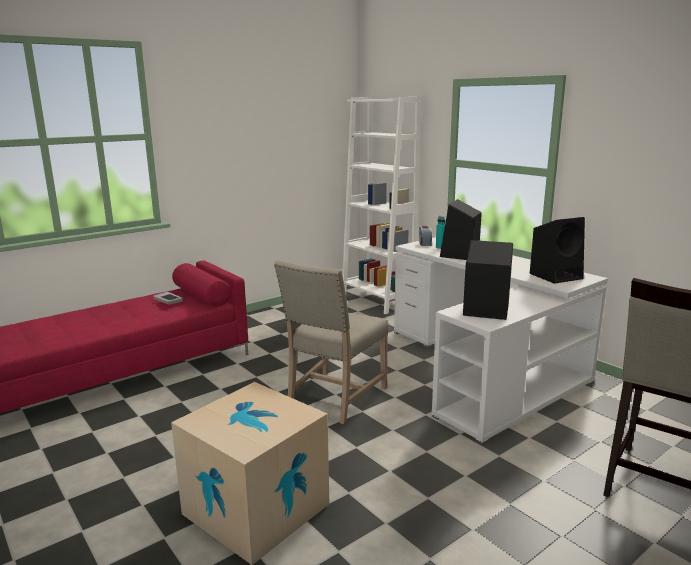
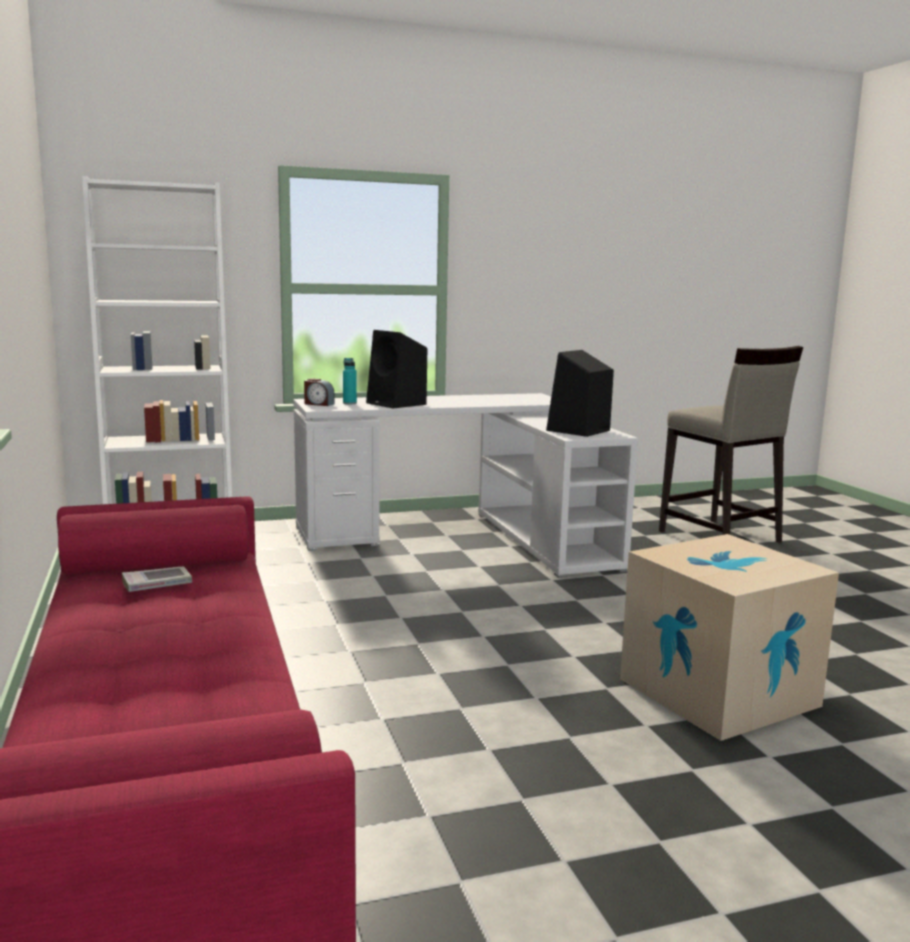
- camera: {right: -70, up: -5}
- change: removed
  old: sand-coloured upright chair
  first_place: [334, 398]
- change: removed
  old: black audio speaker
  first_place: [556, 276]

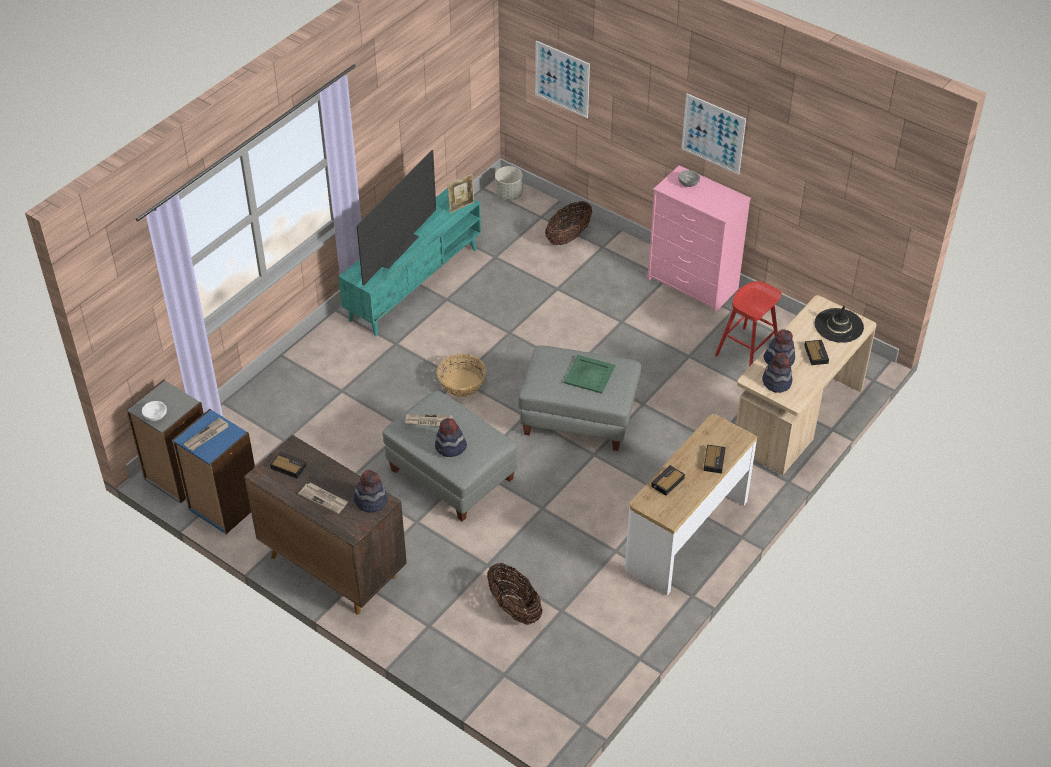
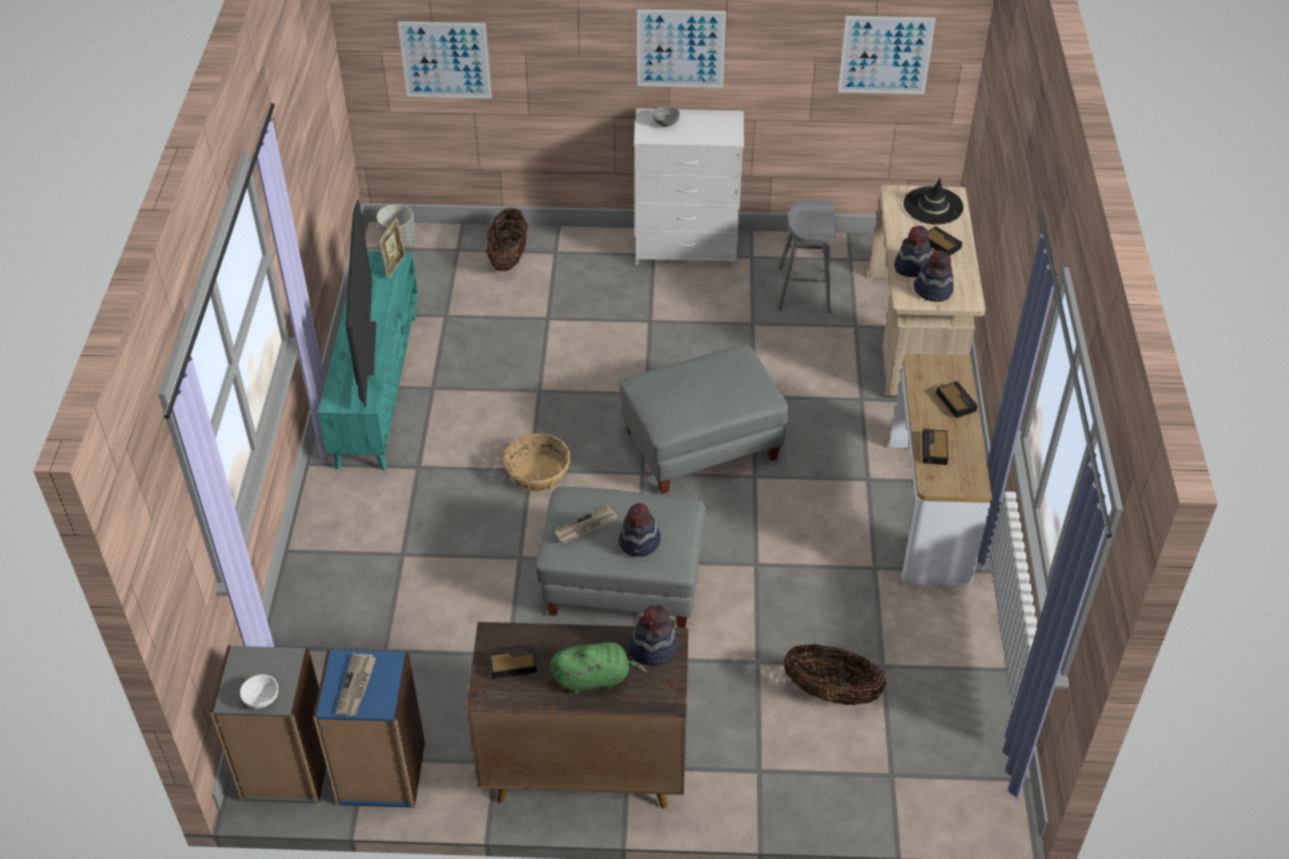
- camera: {right: -35, up: 0}
- change: removed
  old: greenish tray
  first_place: [590, 374]
- change: added
  new: wall art
  second_place: [885, 55]
- change: replaced
  old: printed paper
  new: greenish plush toy
  first_place: [324, 499]
  second_place: [594, 678]
- change: recoloured
  old: pink-coloured dresser
  new: white dresser
  first_place: [693, 284]
  second_place: [687, 248]
- change: recoloured
  old: reddish stool
  new: grey stool
  first_place: [747, 351]
  second_place: [804, 290]

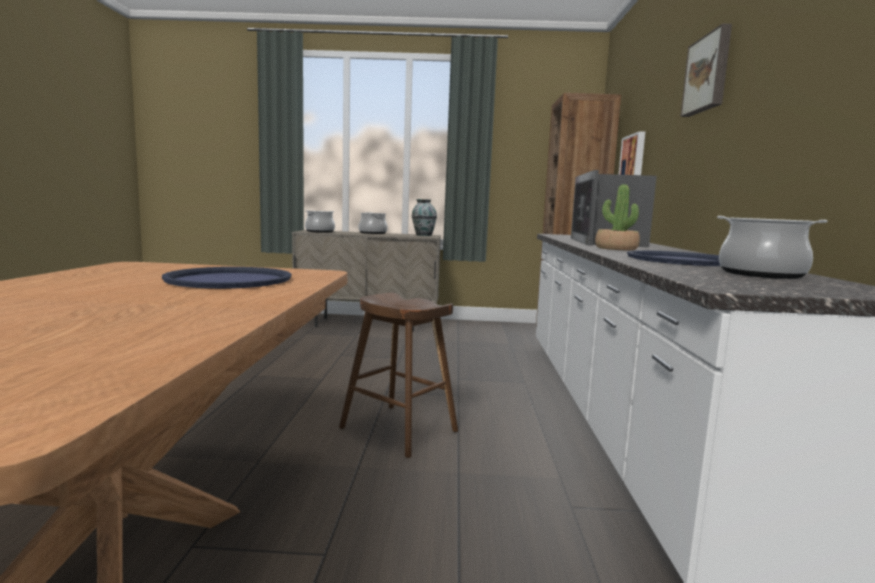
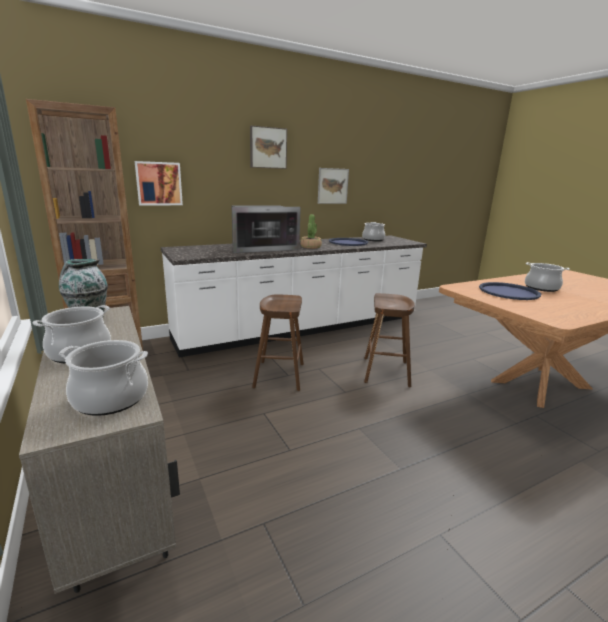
- camera: {right: -120, up: 10}
- change: added
  new: brownish stool
  second_place: [279, 375]
- change: added
  new: wall art
  second_place: [332, 186]
- change: added
  new: cooking pot
  second_place: [541, 288]

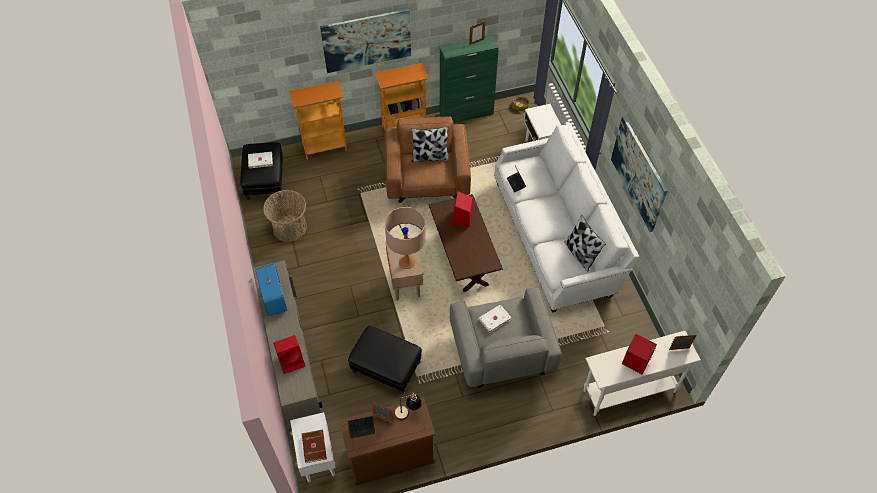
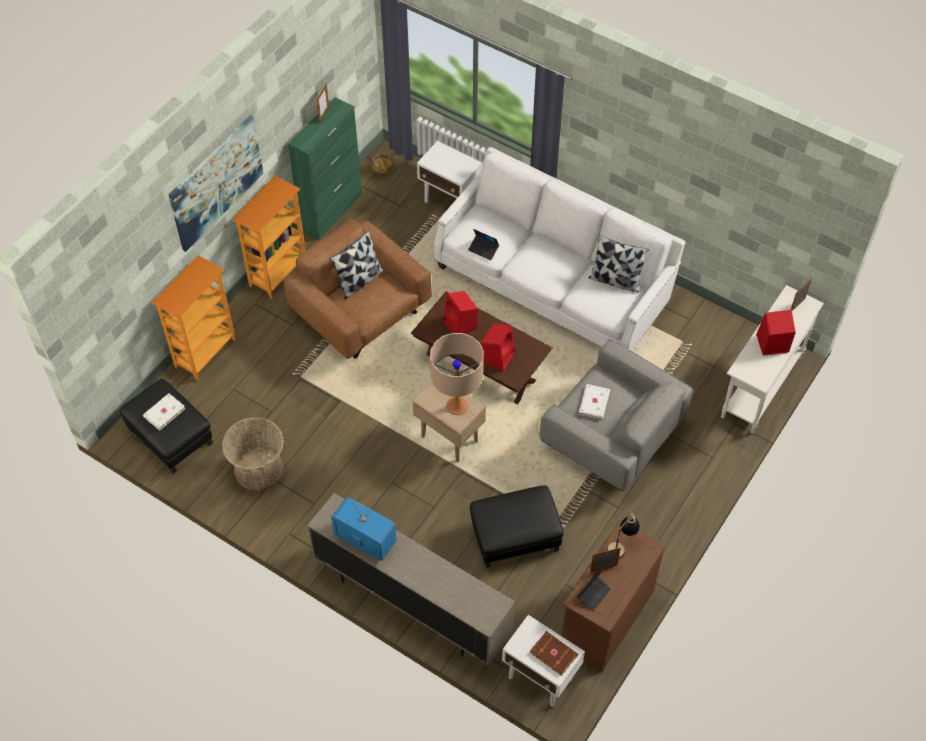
- camera: {right: -40, up: 0}
- change: removed
  old: wall art
  first_place: [638, 173]
- change: moved
  old: reddish audio speaker
  first_place: [292, 360]
  second_place: [498, 356]

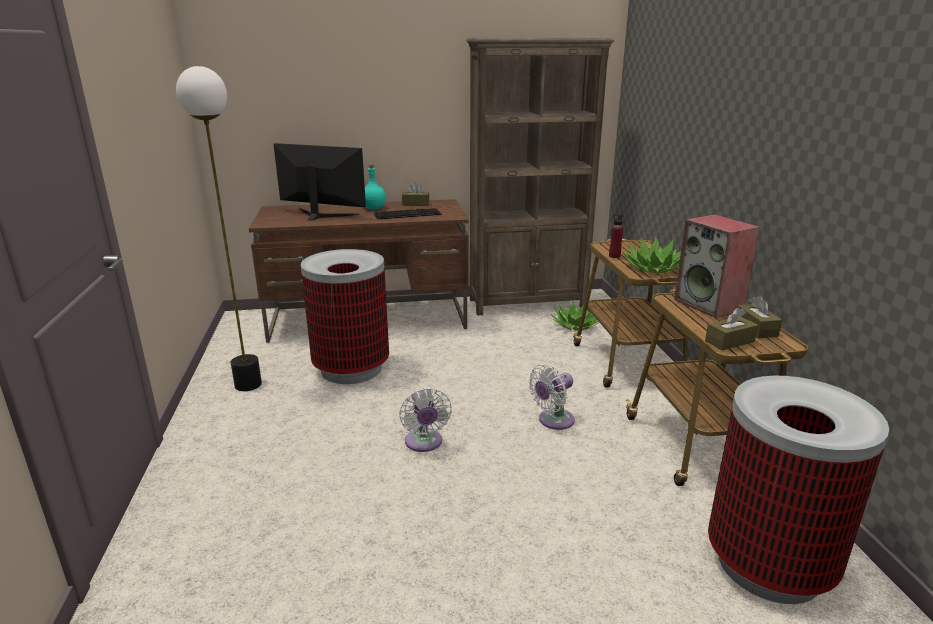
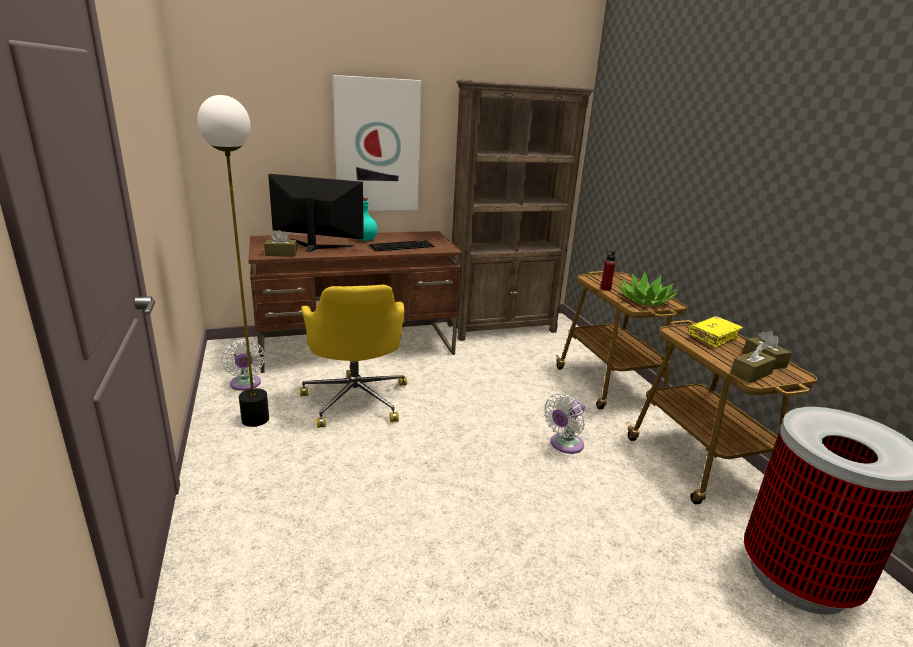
- camera: {right: -10, up: 0}
- change: removed
  old: plant in a pot
  first_place: [575, 325]
- change: added
  new: wall art
  second_place: [377, 146]
- change: moved
  old: white fan
  first_place: [424, 443]
  second_place: [245, 384]
- change: moved
  old: brownish tissue holder
  first_place: [415, 204]
  second_place: [281, 254]
- change: replaced
  old: waste bin
  new: yellow office chair
  first_place: [351, 369]
  second_place: [356, 399]
- change: replaced
  old: audio speaker
  new: yellow bound book
  first_place: [709, 305]
  second_place: [713, 337]

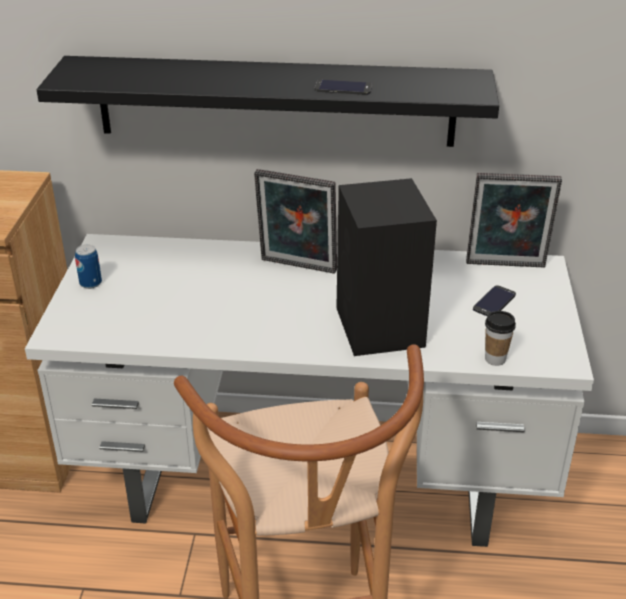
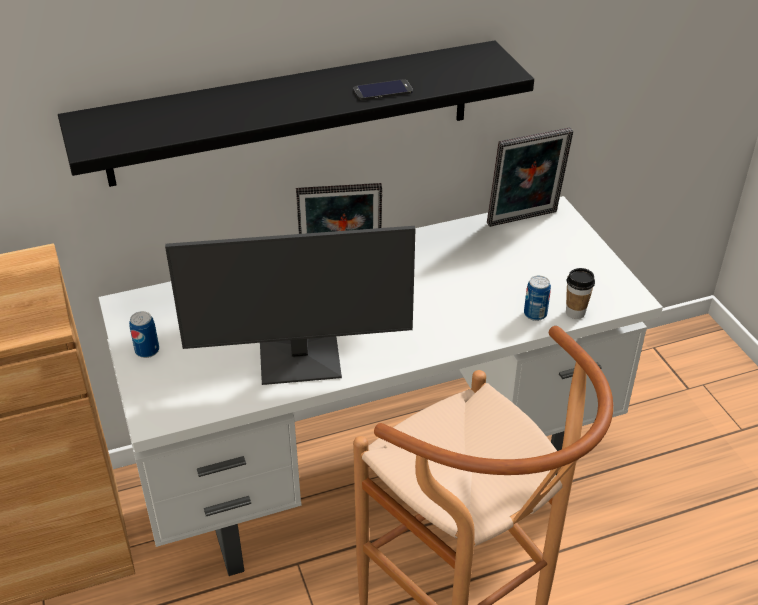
- camera: {right: -25, up: 5}
- change: removed
  old: black audio speaker
  first_place: [380, 328]
- change: removed
  old: handset
  first_place: [494, 302]
- change: added
  new: monitor
  second_place: [300, 361]
- change: added
  new: sealed can
  second_place: [535, 314]

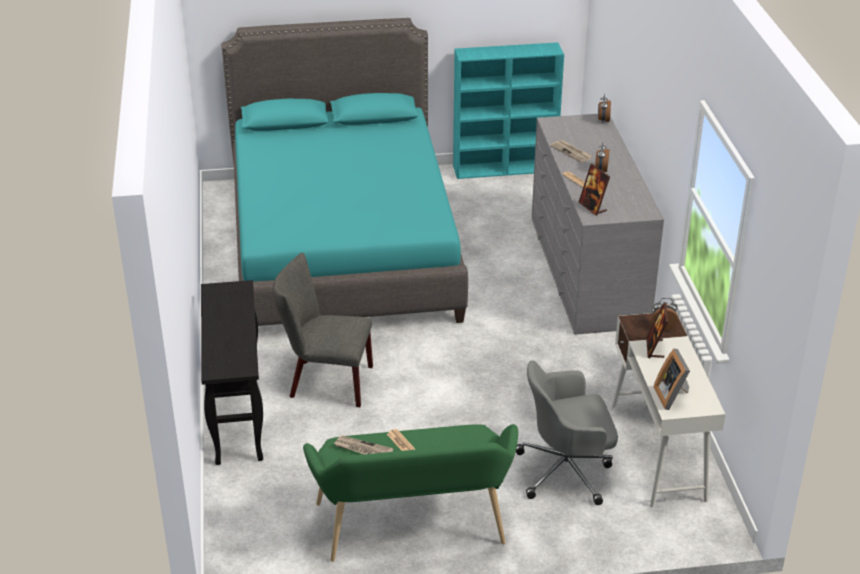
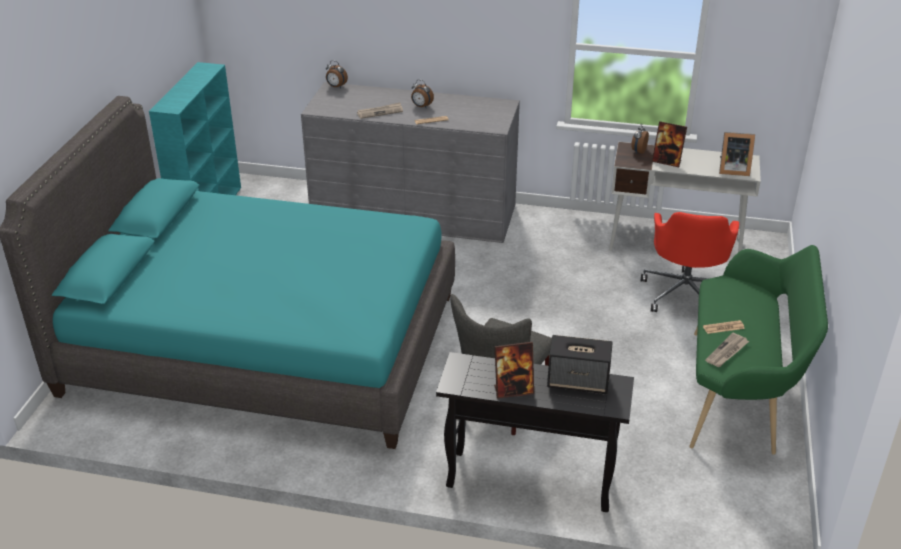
- camera: {right: -70, up: 0}
- change: added
  new: audio speaker
  second_place: [578, 382]
- change: moved
  old: standing frame
  first_place: [592, 207]
  second_place: [513, 390]
- change: recoloured
  old: grey office chair
  new: reddish office chair
  first_place: [566, 471]
  second_place: [685, 293]

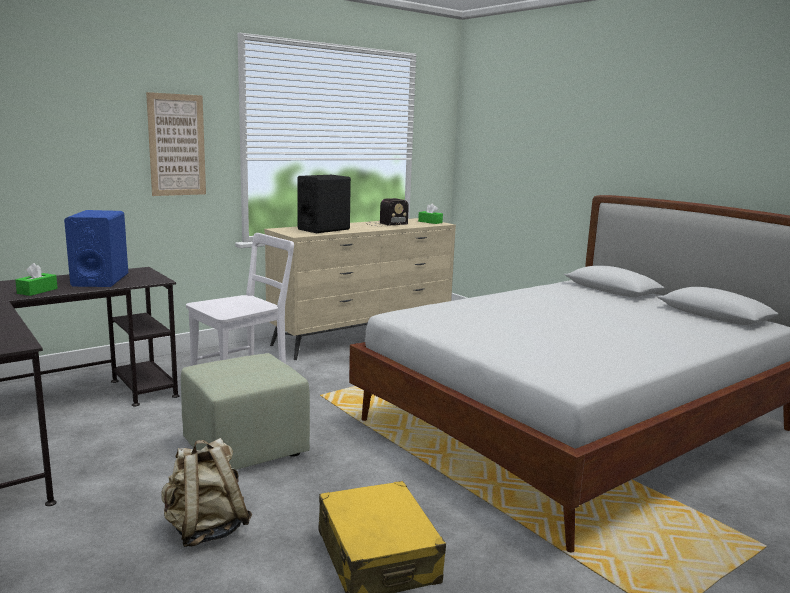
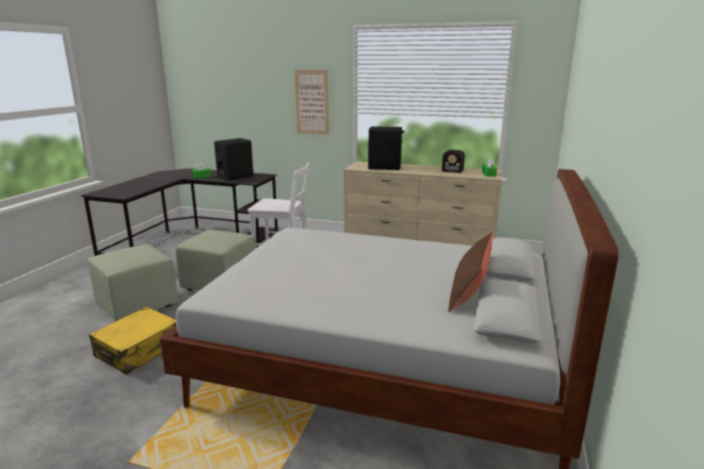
- camera: {right: 55, up: 5}
- change: added
  new: brownish cushion
  second_place: [470, 291]
- change: replaced
  old: sand-coloured rucksack
  new: greenish footrest
  first_place: [205, 530]
  second_place: [136, 305]
- change: recoloured
  old: blue audio speaker
  new: black audio speaker
  first_place: [100, 280]
  second_place: [235, 177]

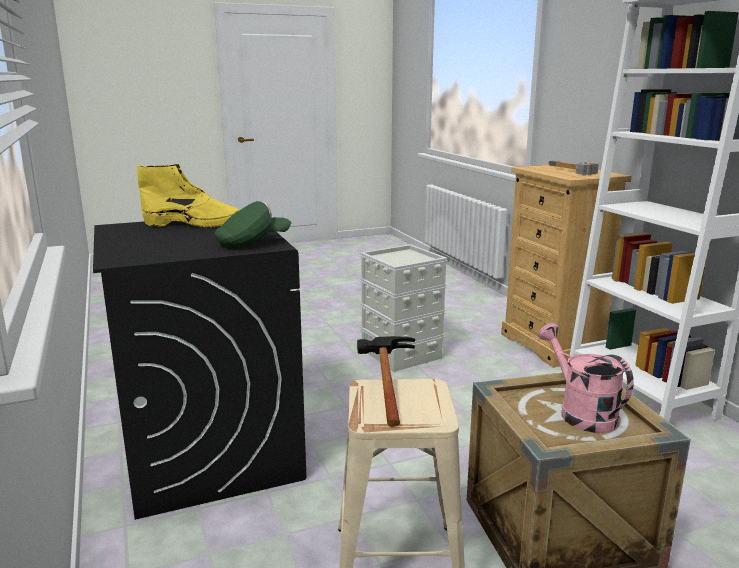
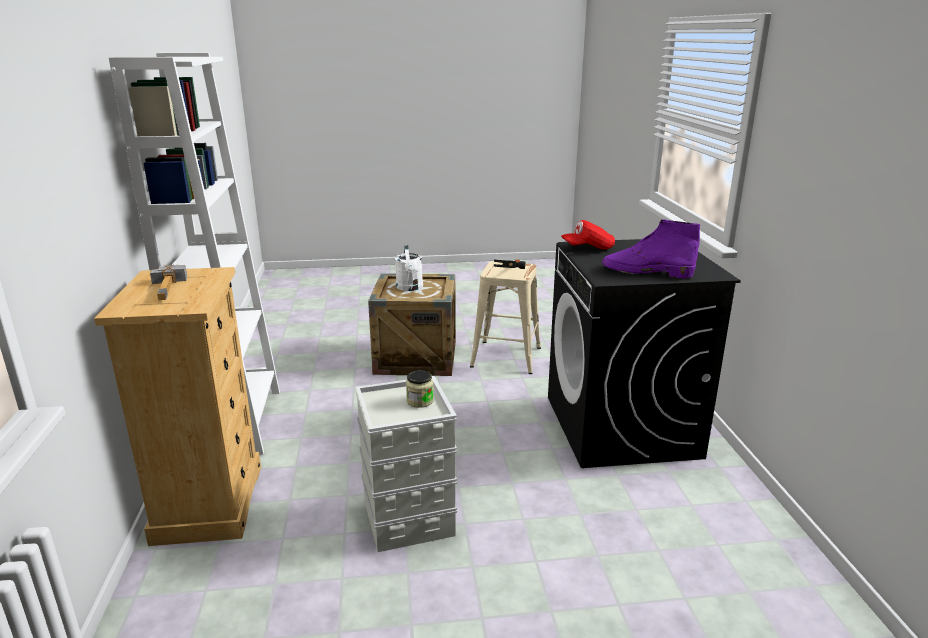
- camera: {right: -165, up: 5}
- change: added
  new: storage jar
  second_place: [420, 401]
- change: recoloured
  old: yellow tall boot
  new: purple-coloured tall boot
  first_place: [194, 224]
  second_place: [646, 272]
- change: recoloured
  old: greenish baseball cap
  new: reddish baseball cap
  first_place: [252, 243]
  second_place: [588, 248]
- change: recoloured
  old: pink-coloured watering pot
  new: white watering pot
  first_place: [580, 412]
  second_place: [410, 288]

